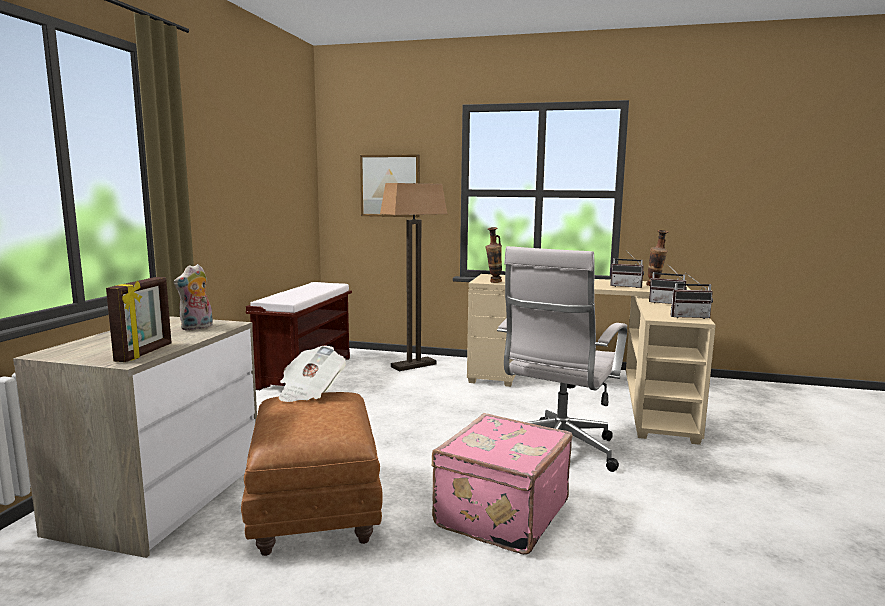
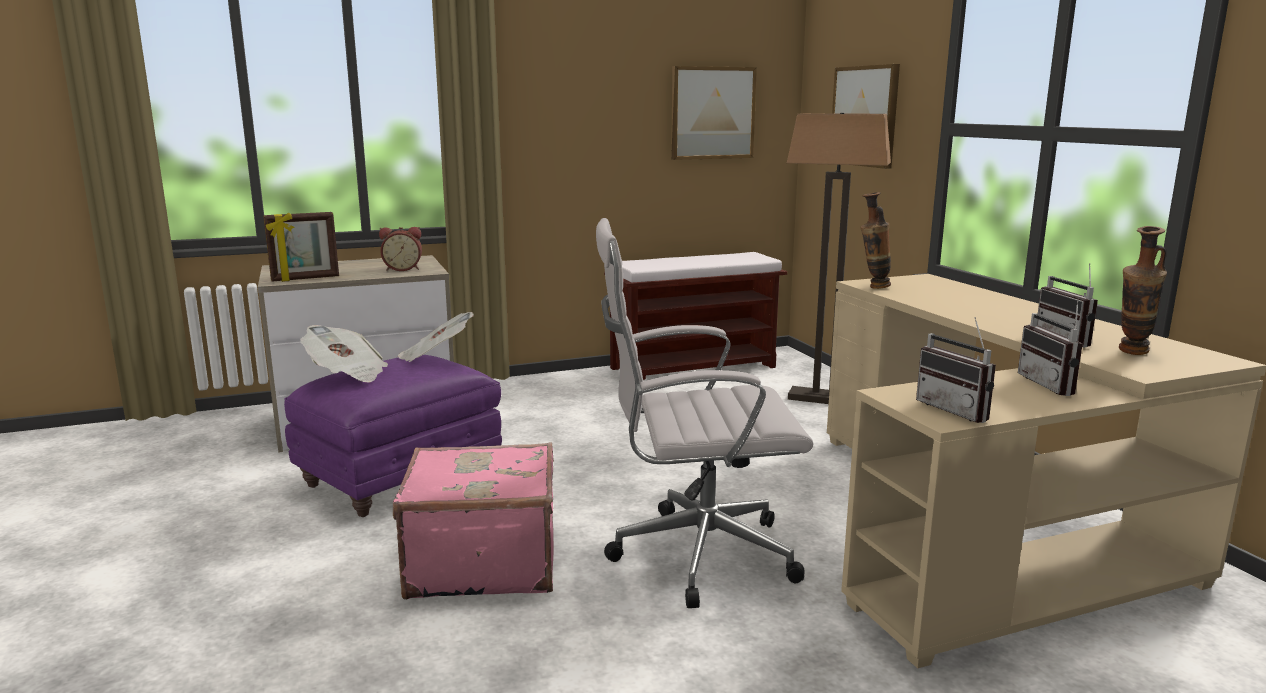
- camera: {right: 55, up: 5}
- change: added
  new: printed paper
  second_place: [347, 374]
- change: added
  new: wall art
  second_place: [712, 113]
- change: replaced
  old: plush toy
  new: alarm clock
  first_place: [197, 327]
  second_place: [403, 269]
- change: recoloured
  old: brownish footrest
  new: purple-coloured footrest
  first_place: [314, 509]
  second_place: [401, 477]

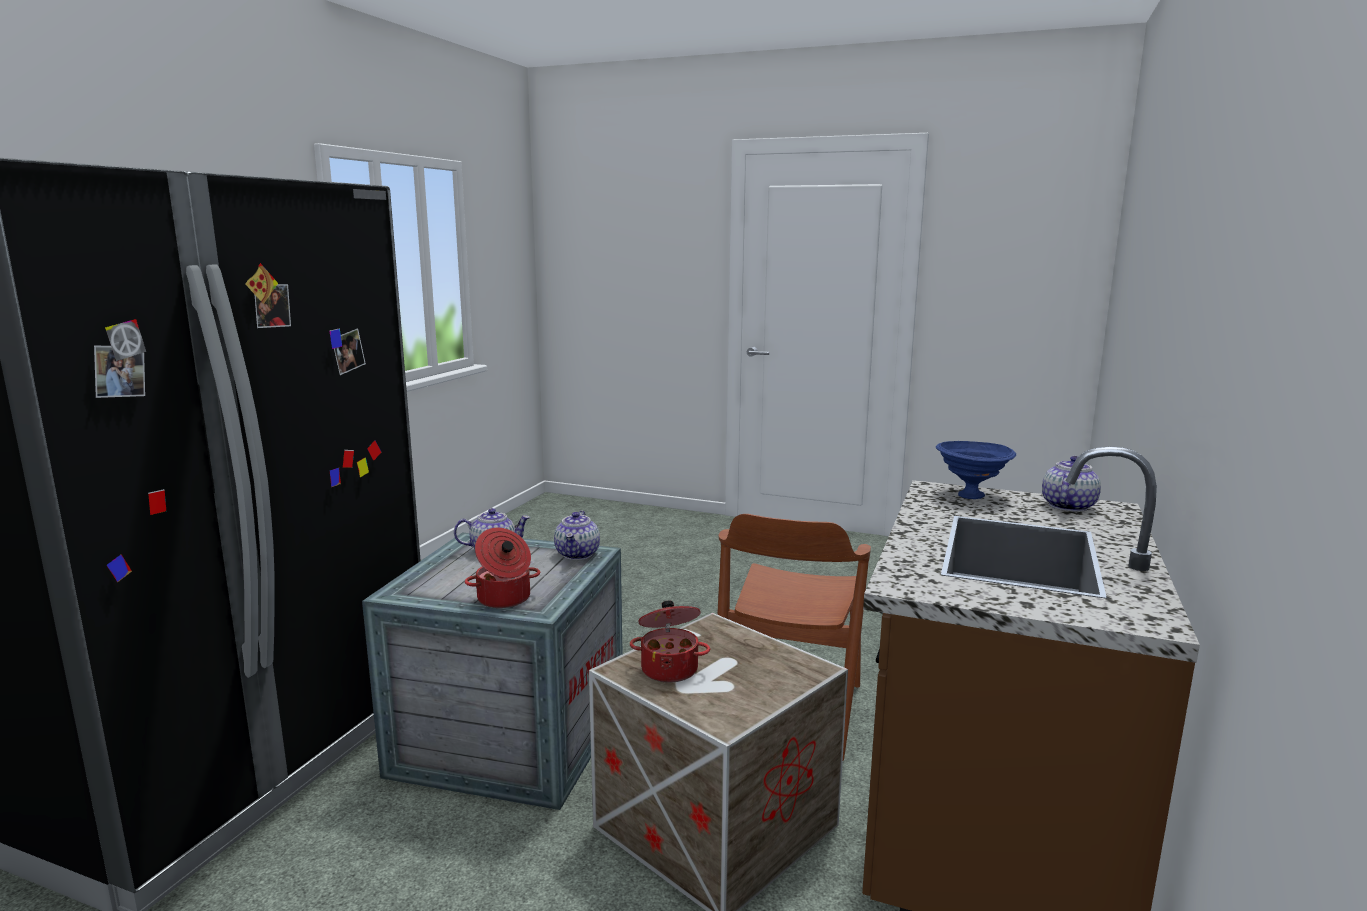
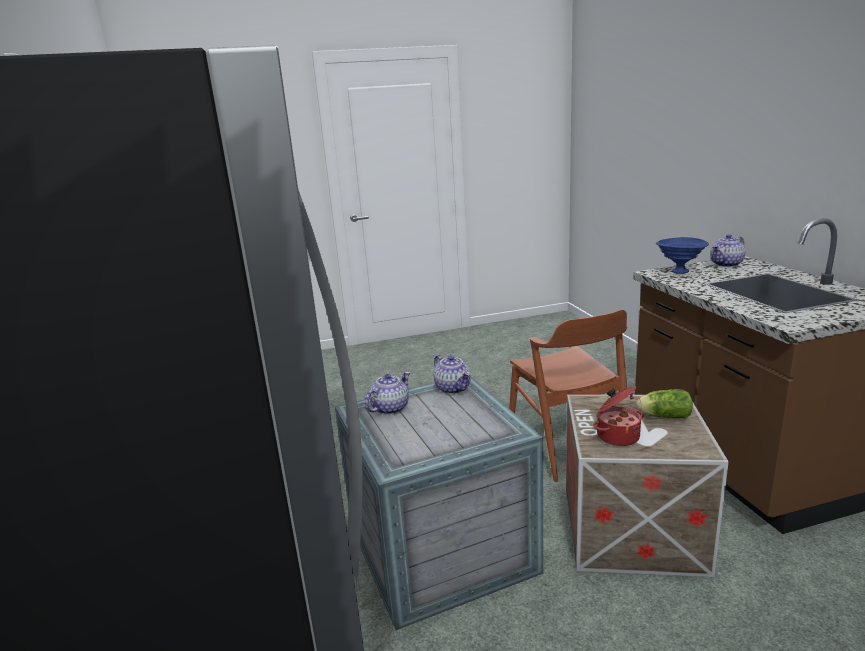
- camera: {right: -35, up: 5}
- change: removed
  old: cooking pot
  first_place: [504, 599]
- change: added
  new: head of lettuce
  second_place: [662, 416]
- change: turned
  old: pot for tea
  first_place: [1067, 506]
  second_place: [726, 264]
  degrees: -120

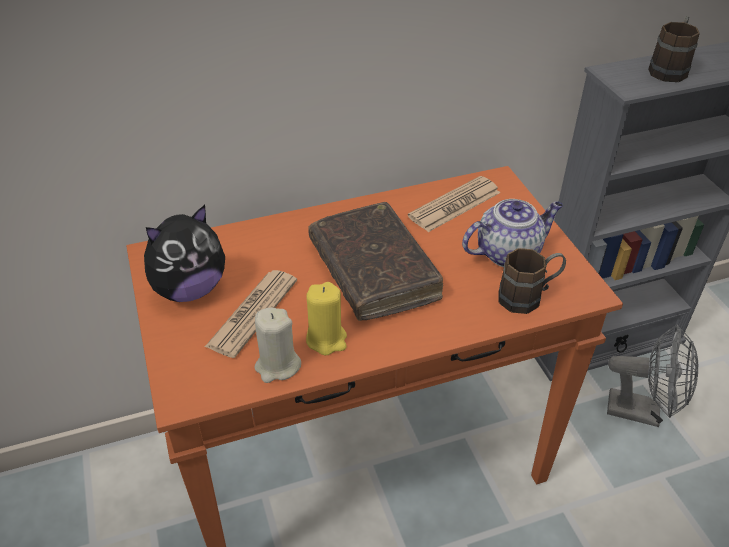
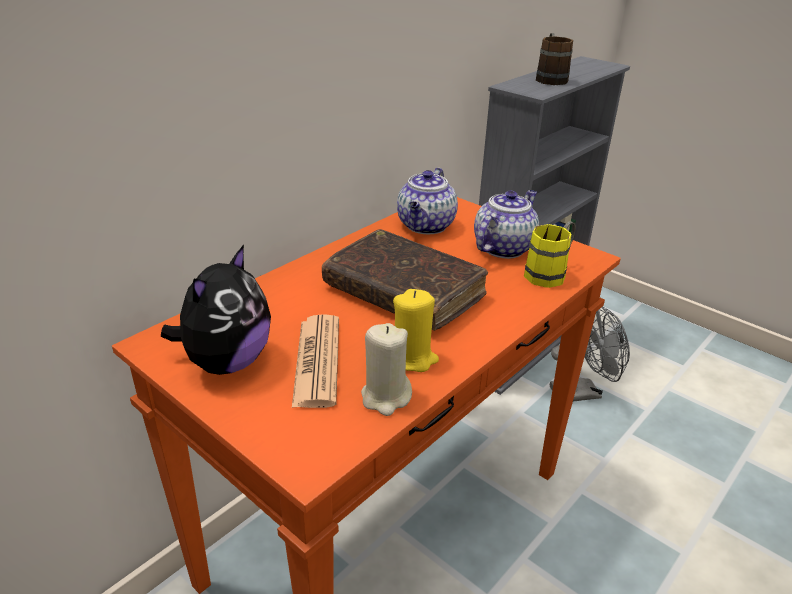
- camera: {right: -30, up: -10}
- change: replaced
  old: printed paper
  new: pot for tea
  first_place: [454, 205]
  second_place: [426, 226]
- change: recoloured
  old: brownish mug
  new: yellow mug
  first_place: [528, 297]
  second_place: [550, 273]

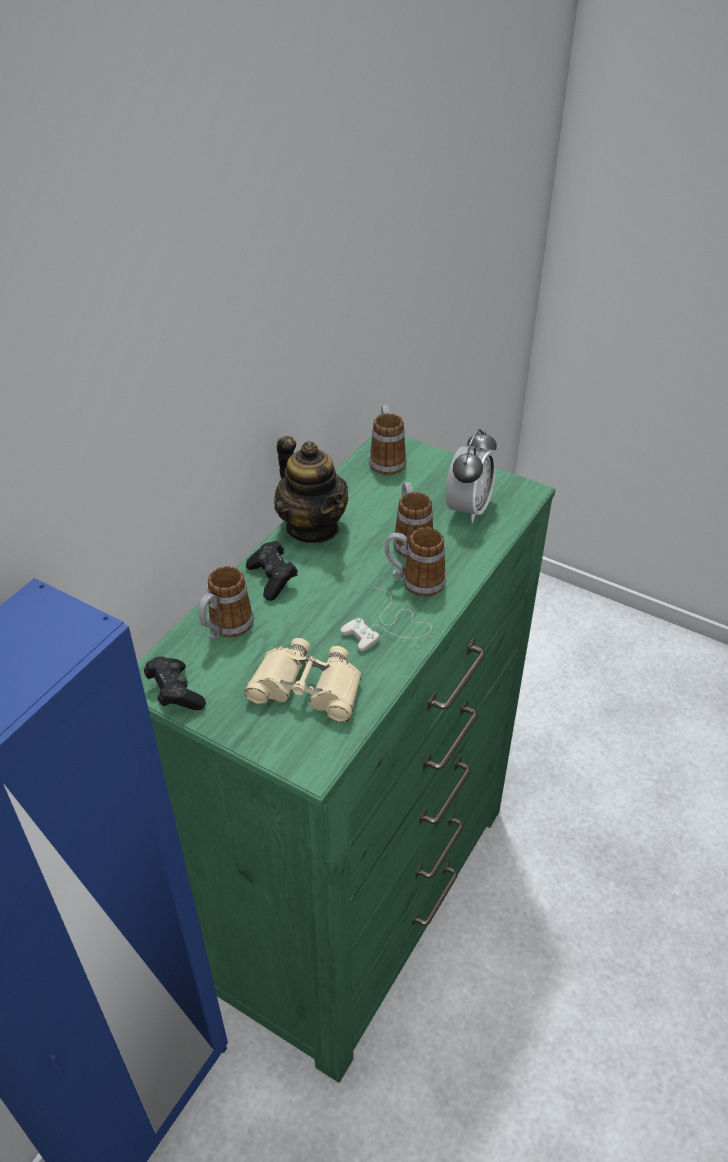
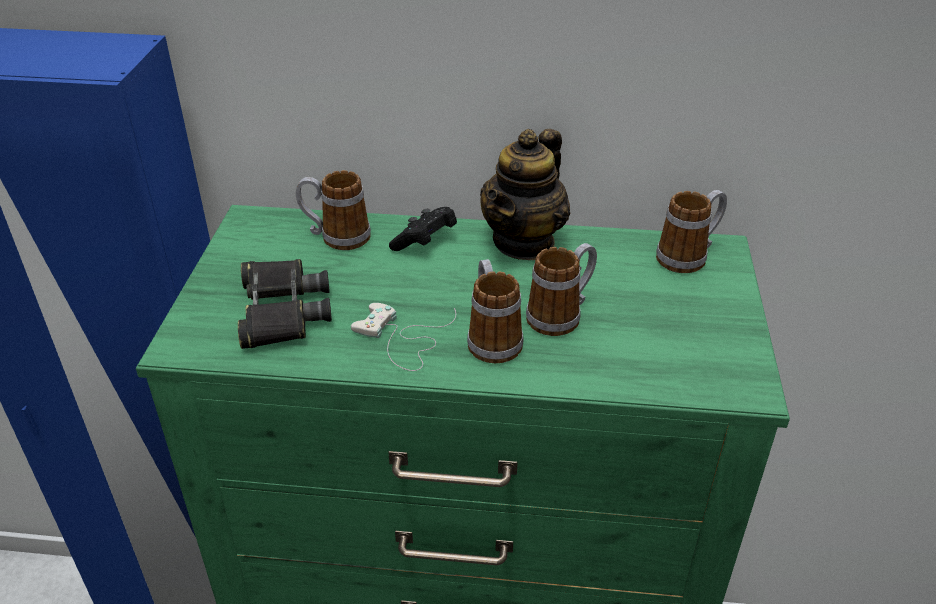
- camera: {right: 65, up: -5}
- change: removed
  old: black gamepad
  first_place: [175, 693]
- change: removed
  old: alarm clock
  first_place: [468, 508]
- change: recoloured
  old: sand-coloured field glasses
  new: black field glasses
  first_place: [307, 688]
  second_place: [282, 311]

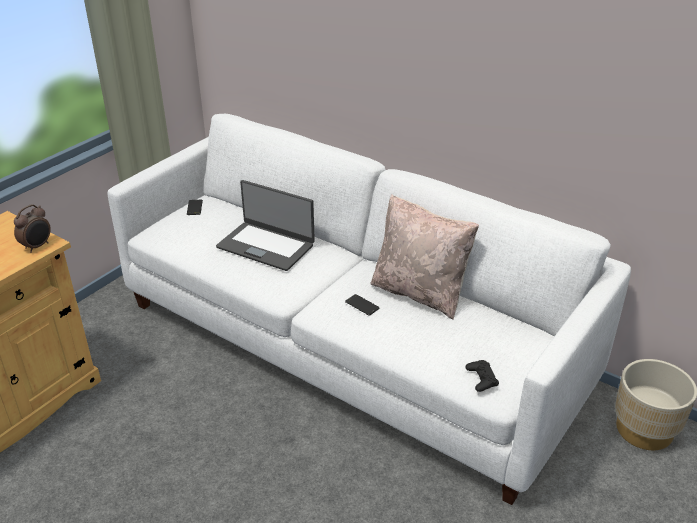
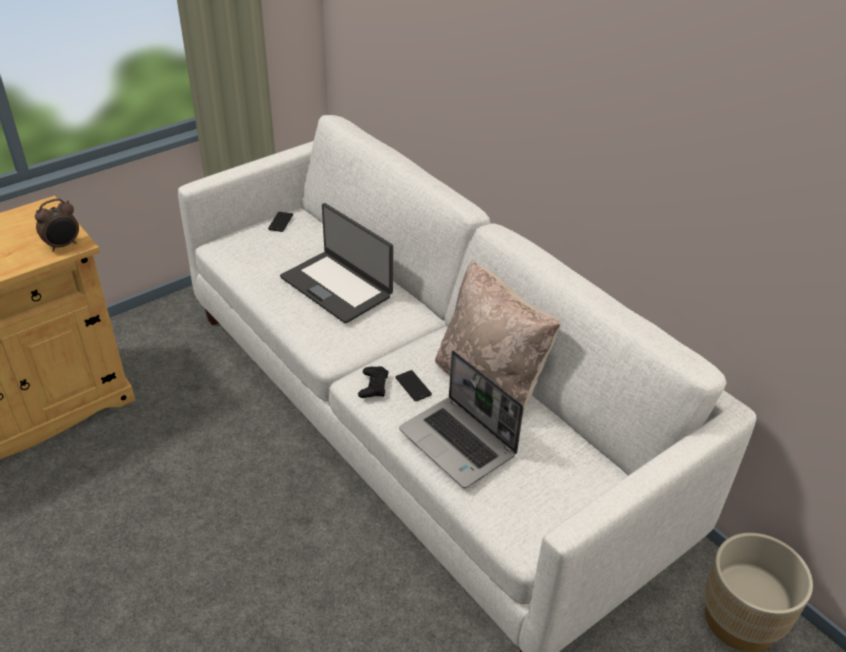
- camera: {right: 15, up: 5}
- change: added
  new: portable computer
  second_place: [459, 443]
- change: moved
  old: black gamepad
  first_place: [481, 378]
  second_place: [373, 386]

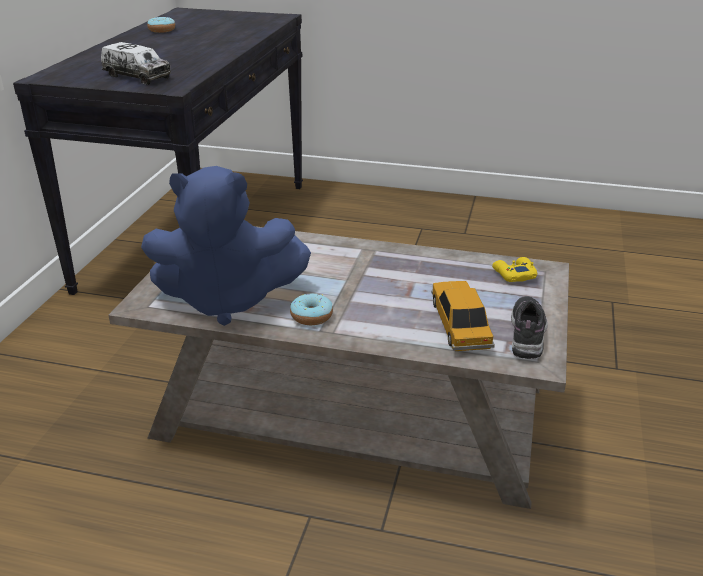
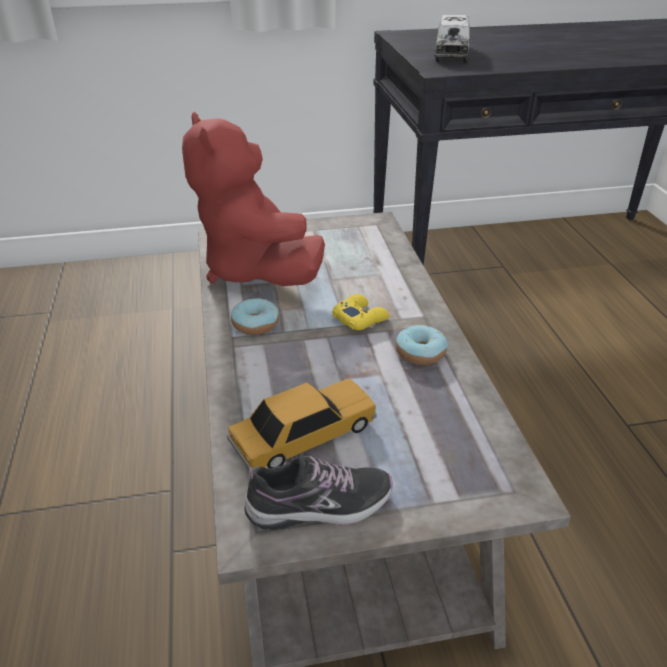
- camera: {right: 65, up: 5}
- change: moved
  old: donut
  first_place: [162, 30]
  second_place: [420, 353]
- change: moved
  old: yellow gamepad
  first_place: [513, 274]
  second_place: [360, 318]
- change: recoloured
  old: blue plush toy
  new: reddish plush toy
  first_place: [227, 300]
  second_place: [255, 270]

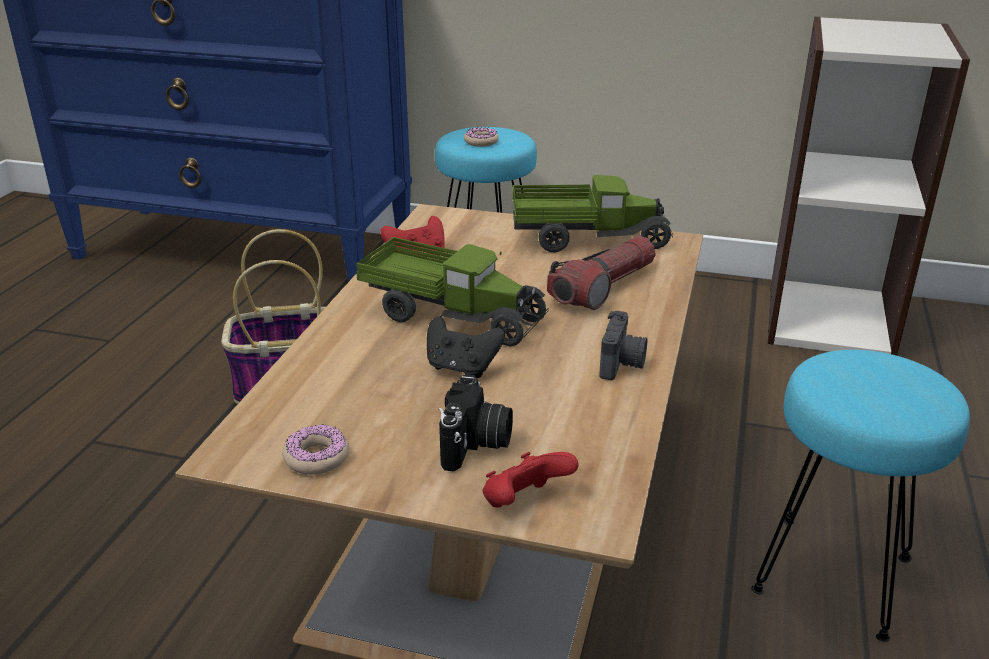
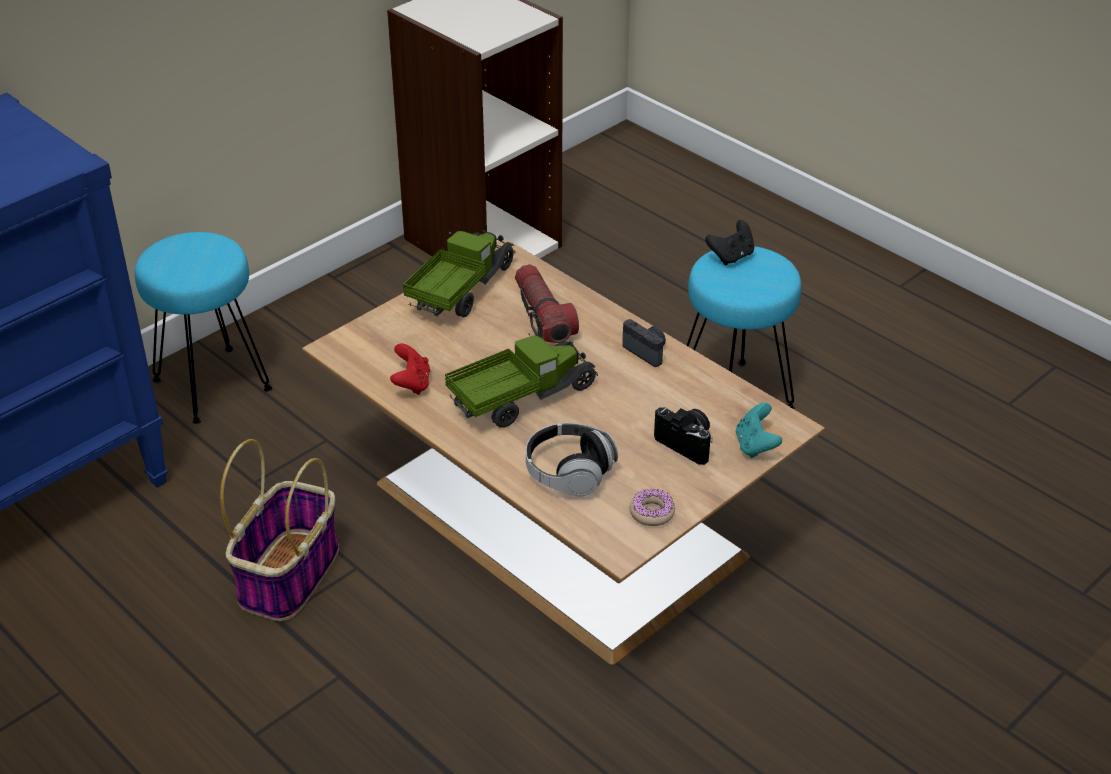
- camera: {right: -60, up: 10}
- change: removed
  old: donut
  first_place: [481, 142]
- change: added
  new: pair of headphones
  second_place: [569, 473]
- change: moved
  old: black gamepad
  first_place: [461, 368]
  second_place: [731, 256]
- change: recoloured
  old: reddish gamepad
  new: turquoise gamepad
  first_place: [524, 503]
  second_place: [755, 445]

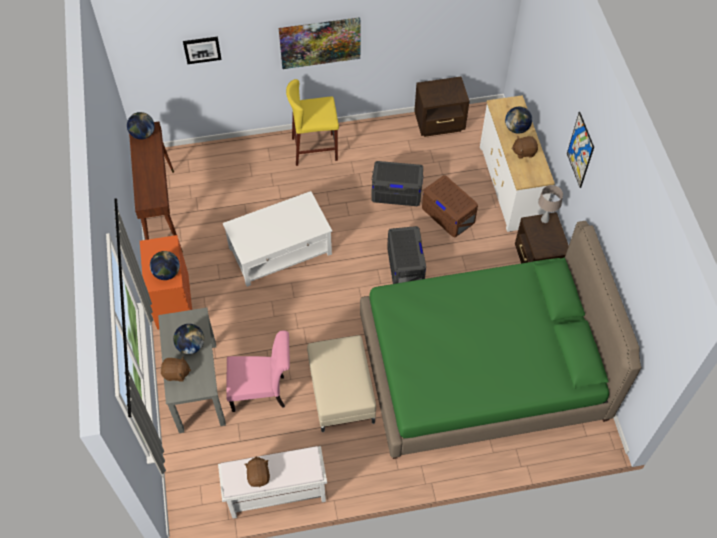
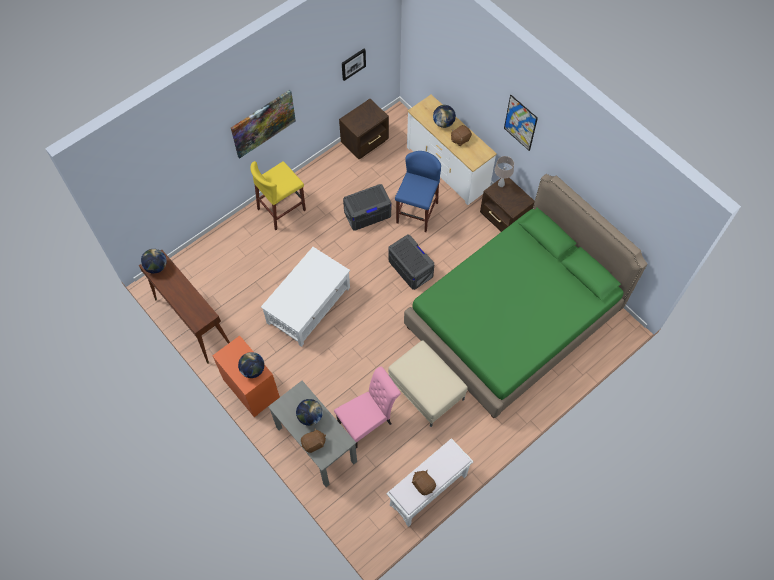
- camera: {right: -30, up: 5}
- change: moved
  old: wall art
  first_place: [202, 49]
  second_place: [353, 64]
- change: replaced
  old: brownish storage container
  new: blue stool
  first_place: [448, 214]
  second_place: [417, 213]

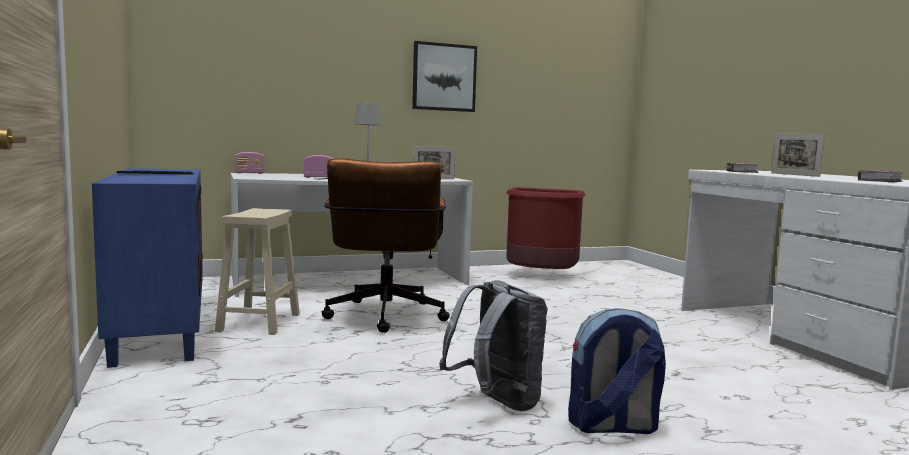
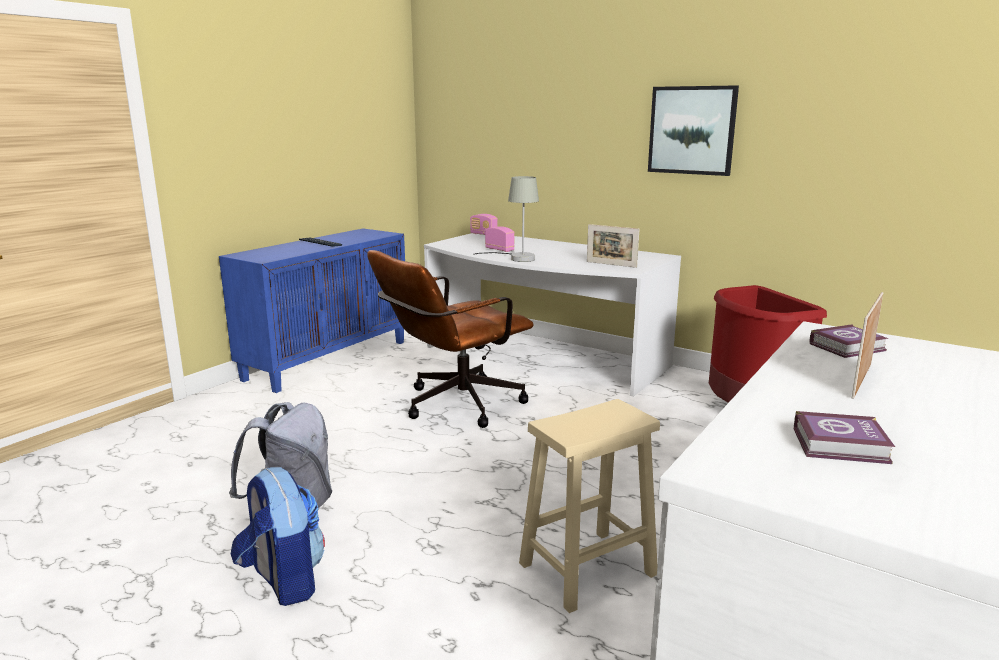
- camera: {right: 55, up: 10}
- change: moved
  old: sand-coloured stool
  first_place: [259, 322]
  second_place: [589, 568]

